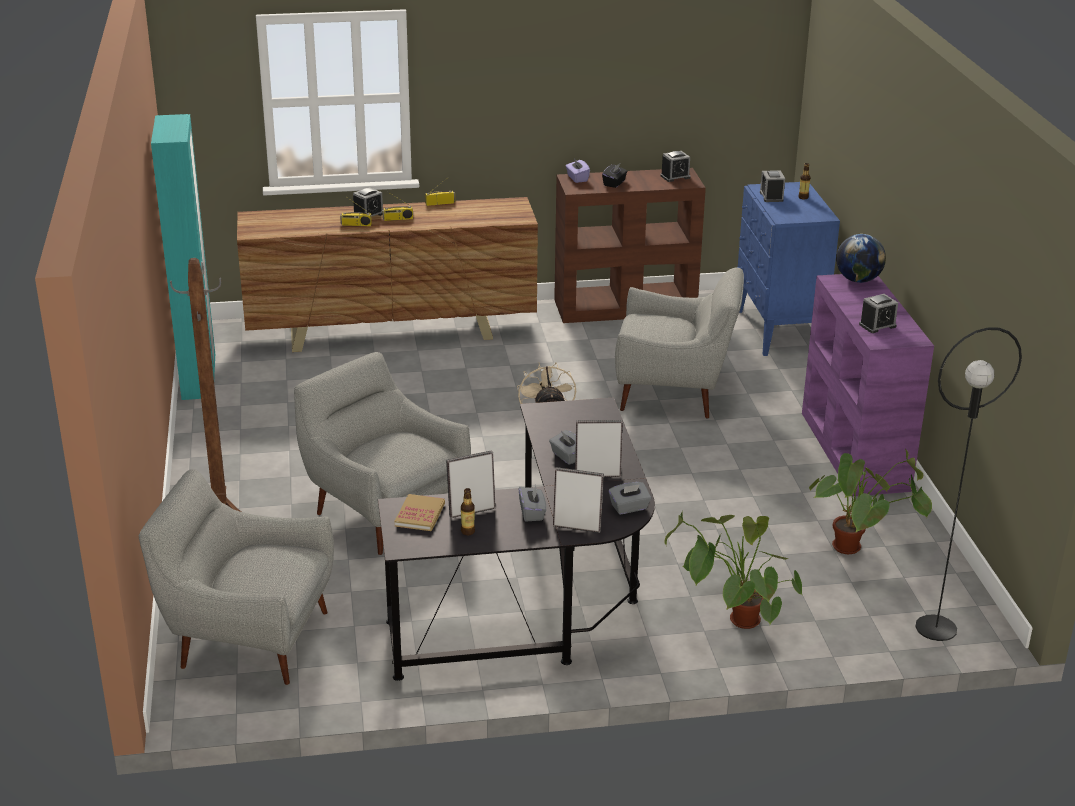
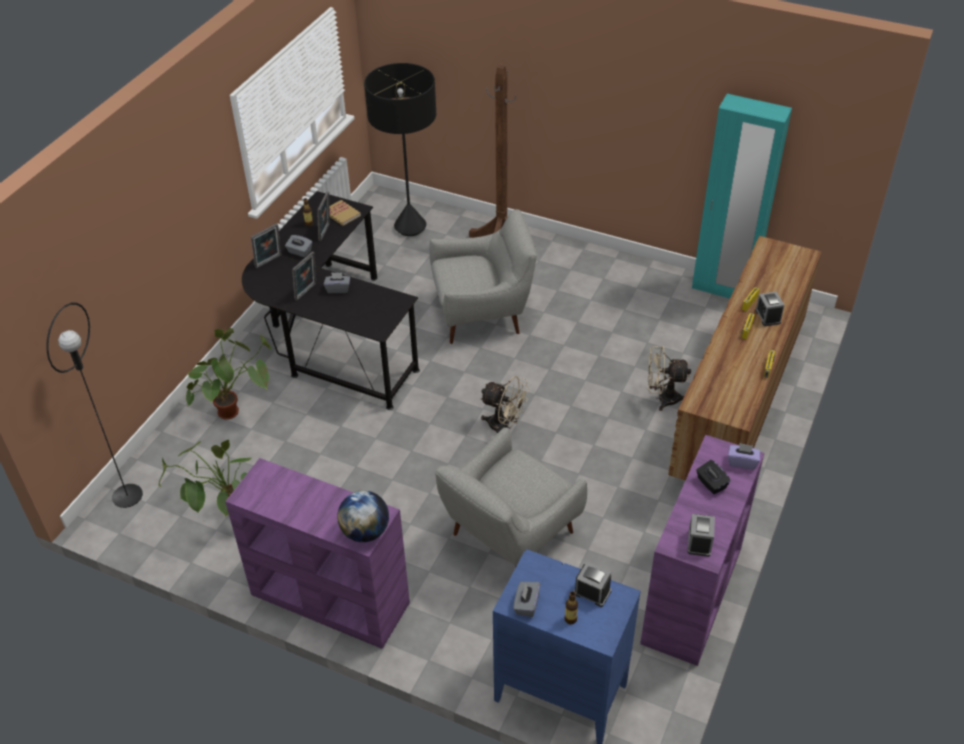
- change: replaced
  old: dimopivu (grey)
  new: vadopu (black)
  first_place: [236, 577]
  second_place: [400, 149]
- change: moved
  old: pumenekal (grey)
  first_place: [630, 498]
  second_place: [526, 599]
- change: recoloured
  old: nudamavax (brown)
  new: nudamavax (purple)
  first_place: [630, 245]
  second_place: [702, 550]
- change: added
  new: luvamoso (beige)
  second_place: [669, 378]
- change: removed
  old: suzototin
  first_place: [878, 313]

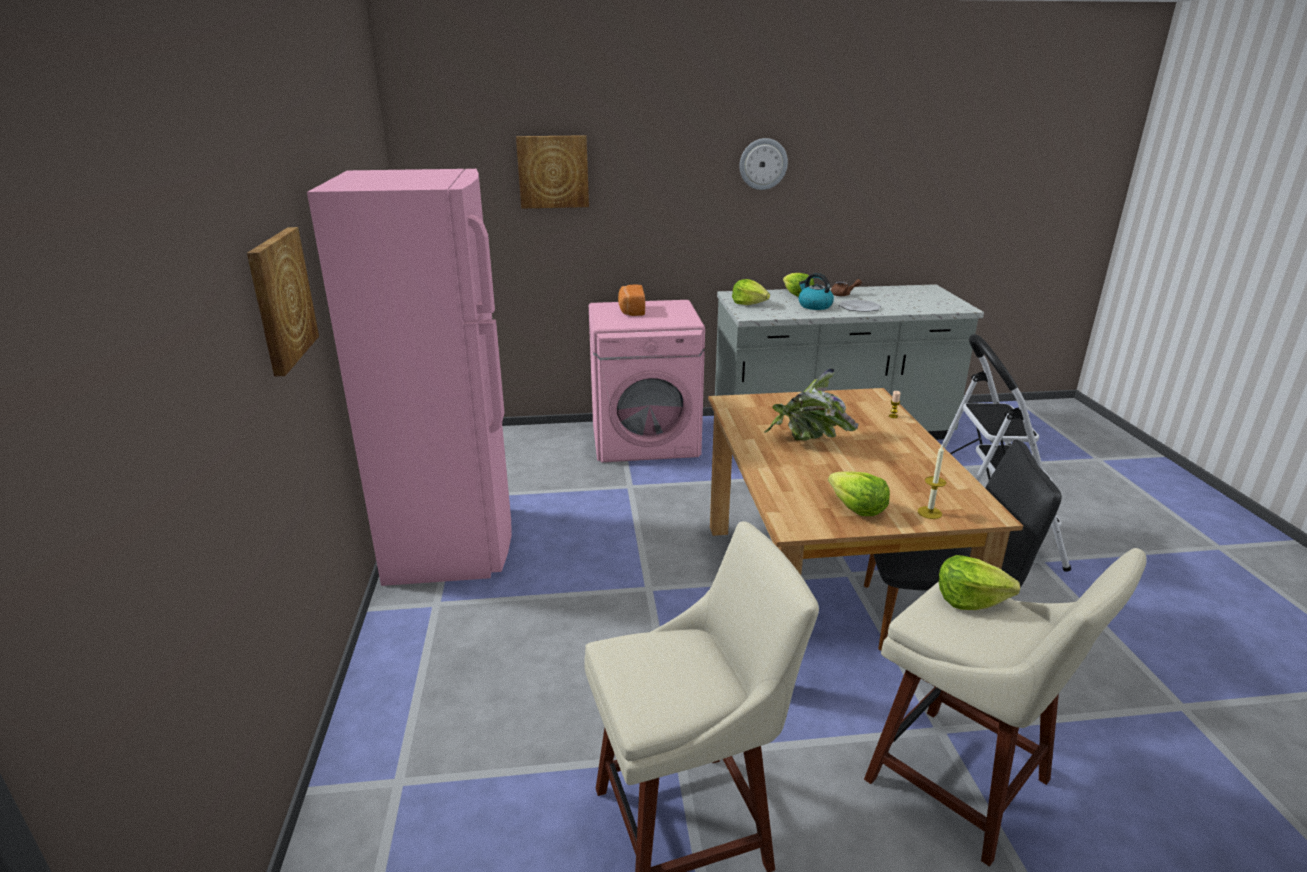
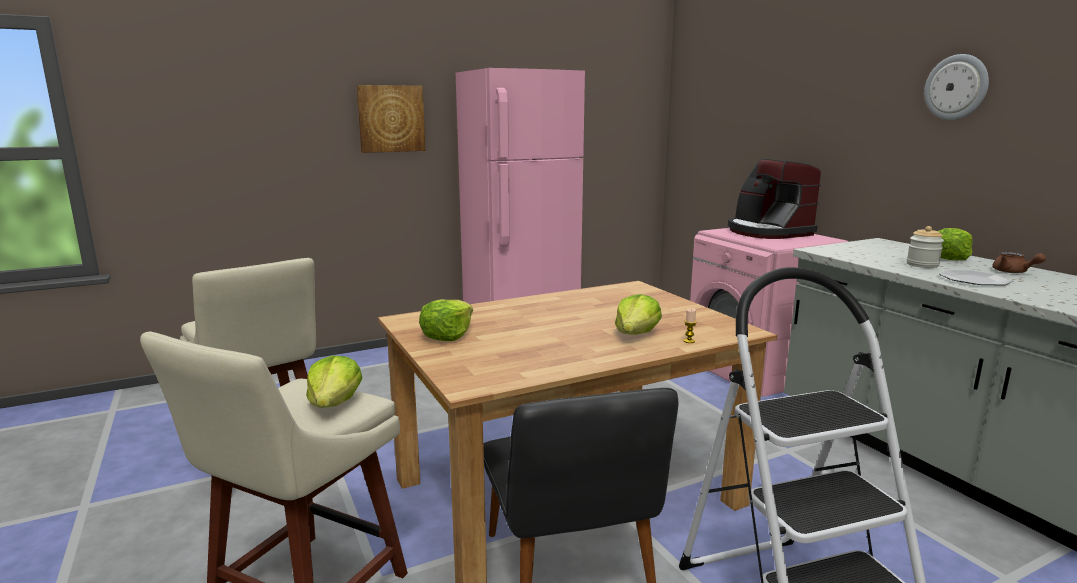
- change: moved
  old: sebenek
  first_place: [751, 292]
  second_place: [638, 314]
- change: replaced
  old: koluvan
  new: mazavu
  first_place: [631, 300]
  second_place: [774, 199]
- change: replaced
  old: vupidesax
  new: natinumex
  first_place: [816, 291]
  second_place: [925, 247]
- change: removed
  old: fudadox
  first_place: [552, 172]
- change: removed
  old: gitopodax
  first_place: [811, 404]
- change: removed
  old: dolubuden
  first_place: [932, 482]

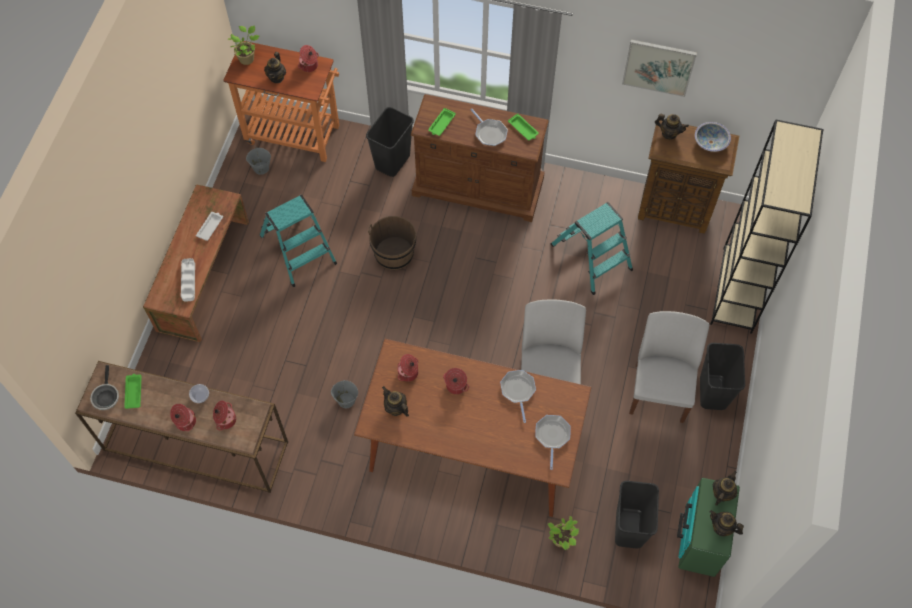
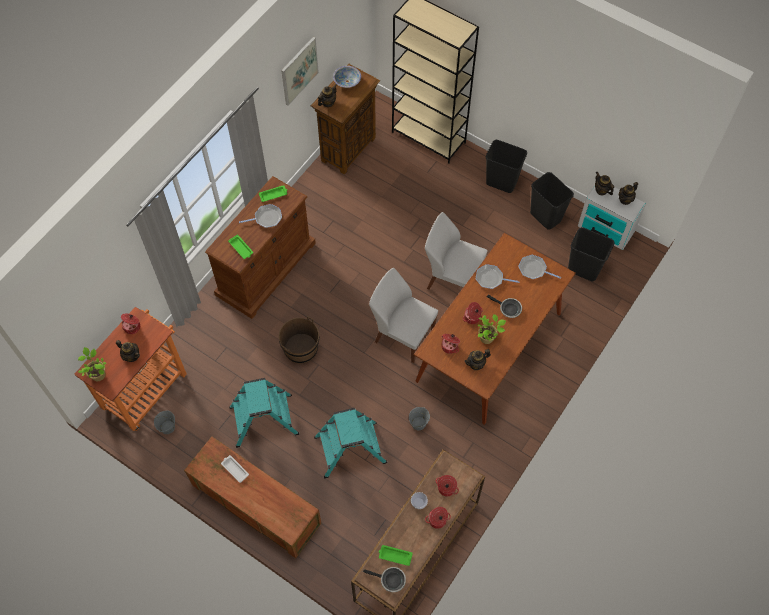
- change: moved
  old: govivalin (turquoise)
  first_place: [591, 248]
  second_place: [350, 443]
- change: moved
  old: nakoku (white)
  first_place: [669, 367]
  second_place: [403, 315]
- change: moved
  old: gitopodax
  first_place: [563, 533]
  second_place: [491, 329]
- change: added
  new: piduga
  second_place: [504, 306]
- change: moved
  old: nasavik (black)
  first_place: [390, 142]
  second_place: [552, 201]
- change: recoloured
  old: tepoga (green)
  new: tepoga (white)
  first_place: [708, 527]
  second_place: [612, 217]
- change: removed
  old: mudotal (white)
  first_place: [188, 280]

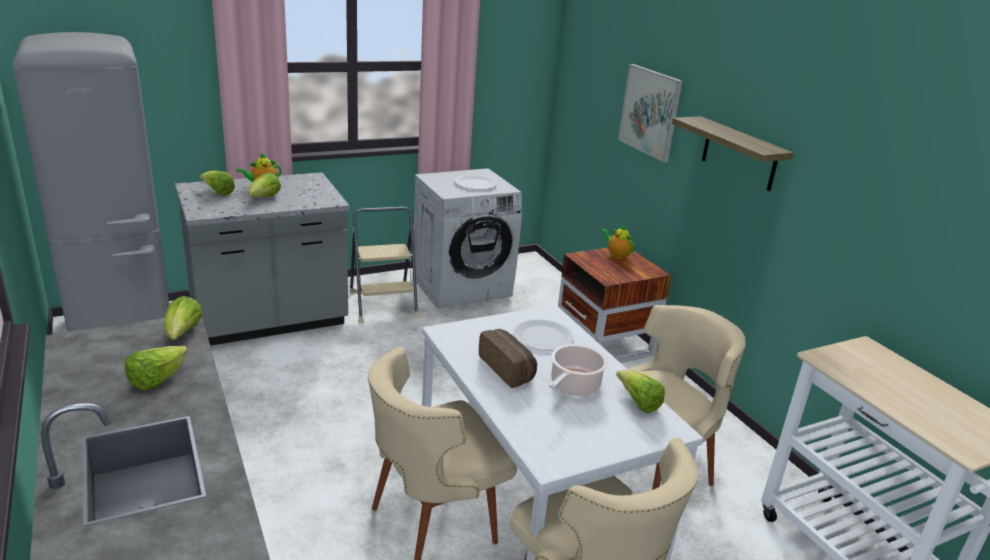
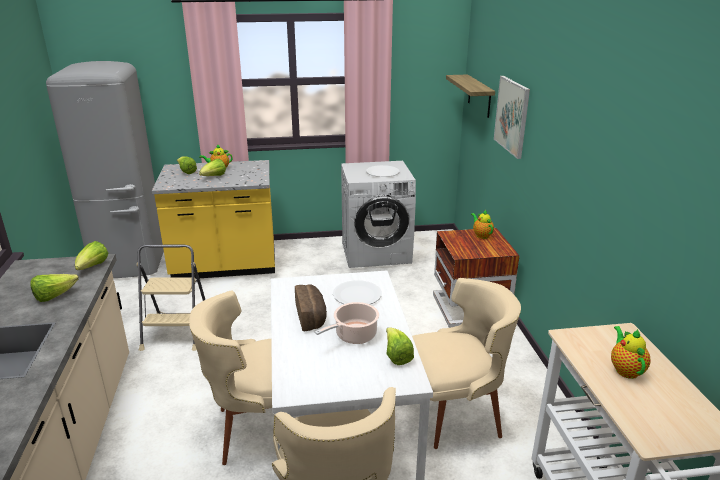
- change: moved
  old: govivalin (beige)
  first_place: [385, 265]
  second_place: [171, 298]
- change: recoloured
  old: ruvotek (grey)
  new: ruvotek (yellow)
  first_place: [262, 259]
  second_place: [213, 219]
- change: moved
  old: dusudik
  first_place: [733, 153]
  second_place: [470, 96]
- change: added
  new: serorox
  second_place: [630, 352]

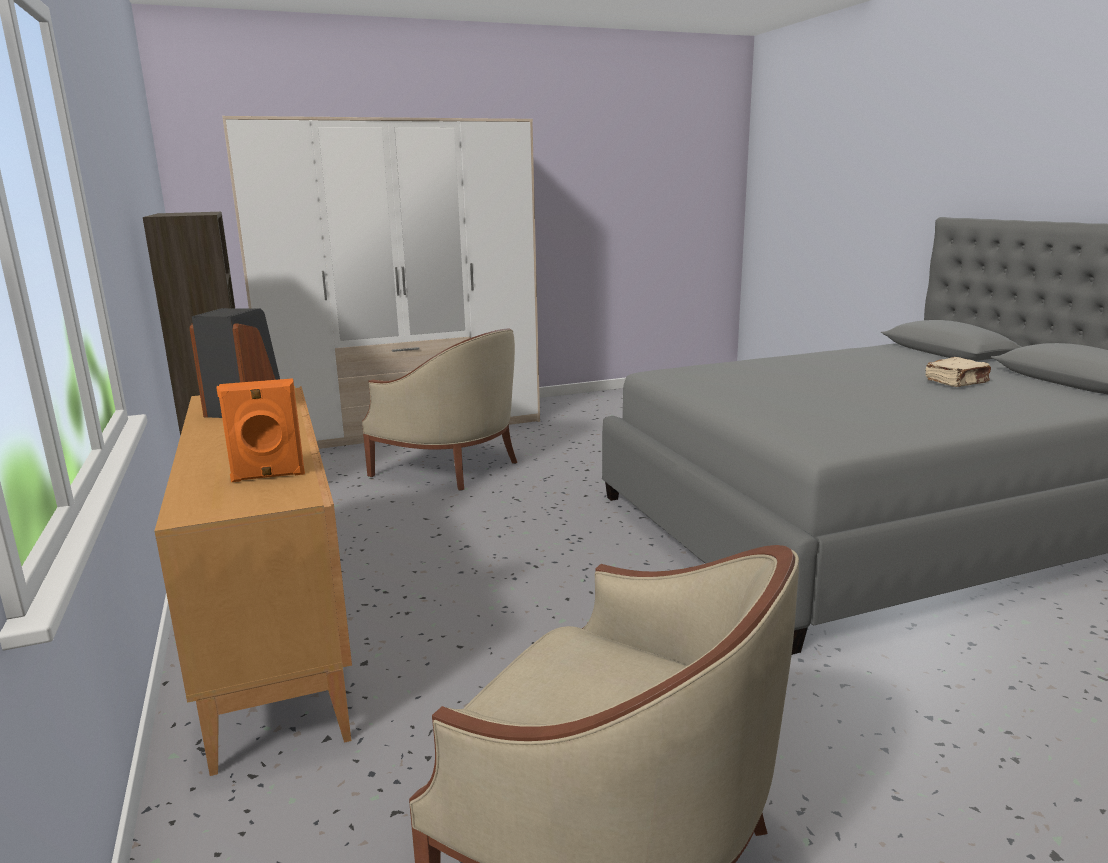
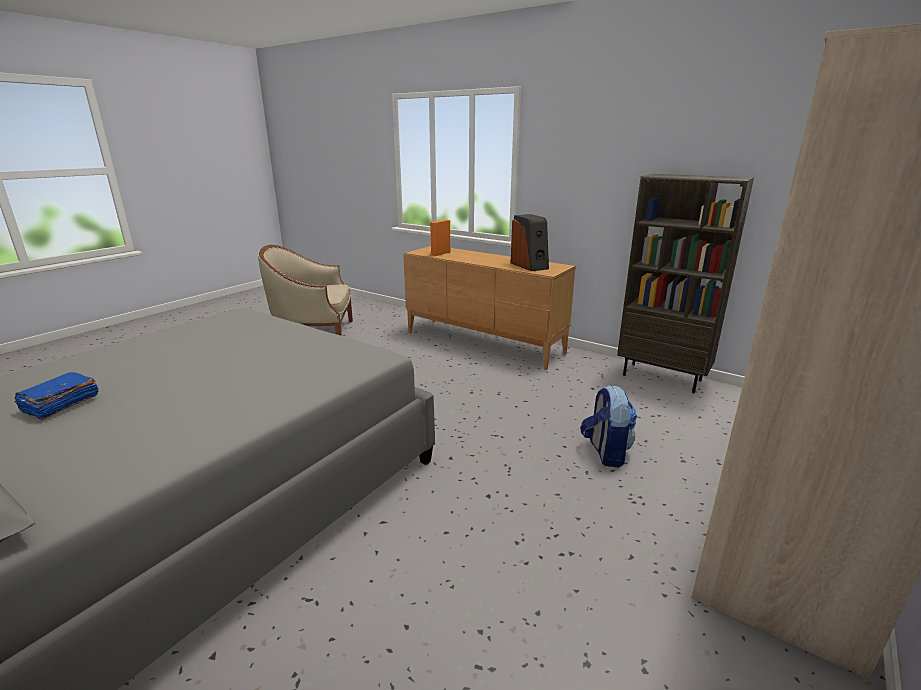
- change: recoloured
  old: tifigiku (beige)
  new: tifigiku (blue)
  first_place: [958, 372]
  second_place: [57, 396]
- change: replaced
  old: dimopivu (beige)
  new: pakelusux
  first_place: [439, 410]
  second_place: [608, 426]

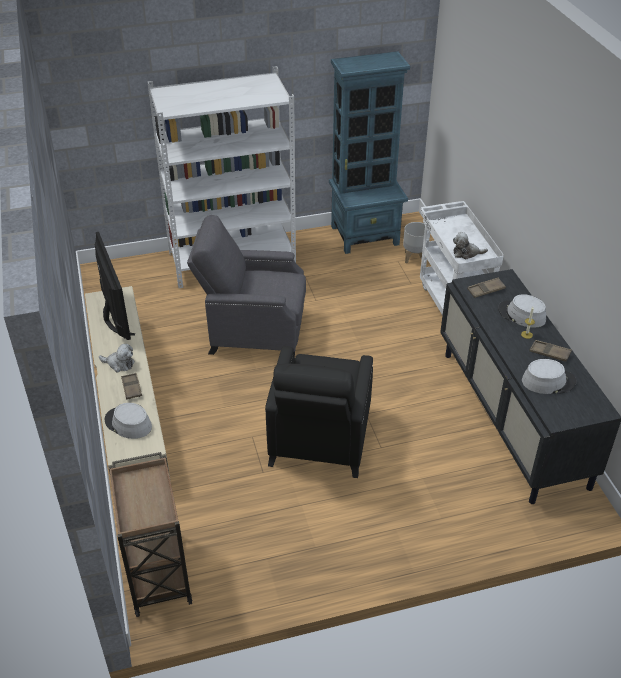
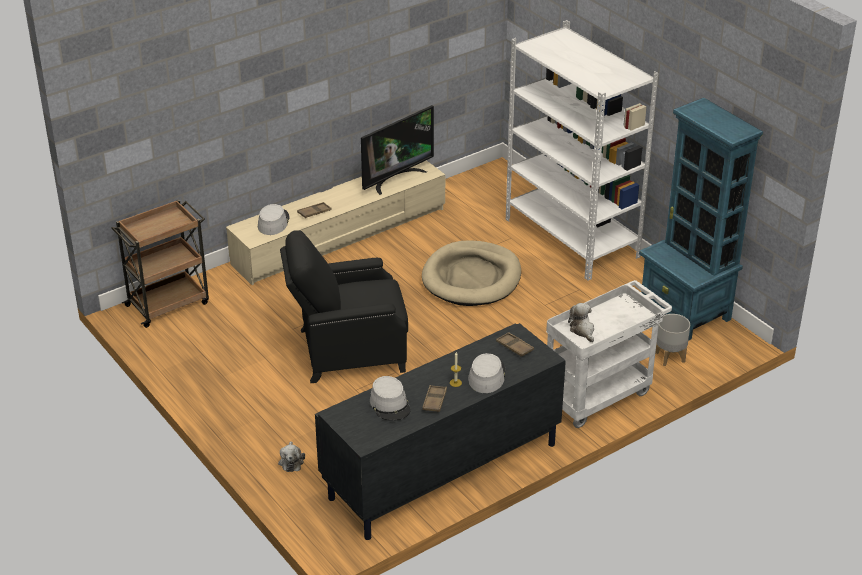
- change: moved
  old: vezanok
  first_place: [117, 357]
  second_place: [291, 456]
- change: replaced
  old: dimopivu (grey)
  new: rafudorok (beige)
  first_place: [246, 286]
  second_place: [471, 273]

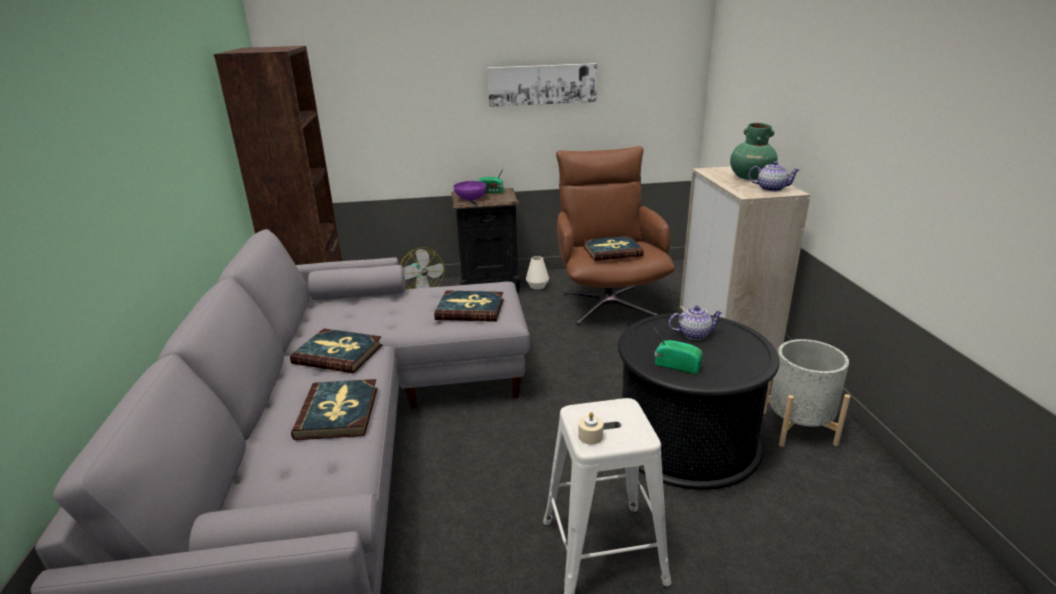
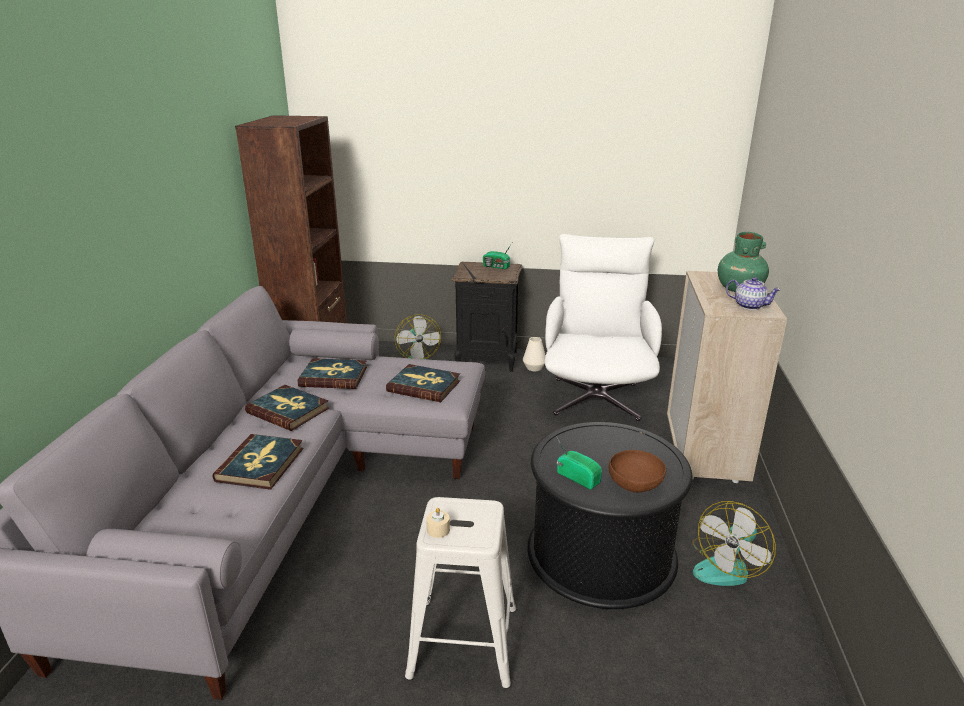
- change: moved
  old: tifigiku
  first_place: [613, 248]
  second_place: [332, 373]
- change: recoloured
  old: dimopivu (brown)
  new: dimopivu (white)
  first_place: [615, 235]
  second_place: [603, 327]
- change: added
  new: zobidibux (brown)
  second_place: [637, 471]
- change: replaced
  old: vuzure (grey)
  new: luvamoso
  first_place: [807, 393]
  second_place: [734, 543]
- change: removed
  old: zobidibux (purple)
  first_place: [469, 190]
- change: removed
  old: fudadox
  first_place: [542, 85]
- change: removed
  old: serorox
  first_place: [696, 323]

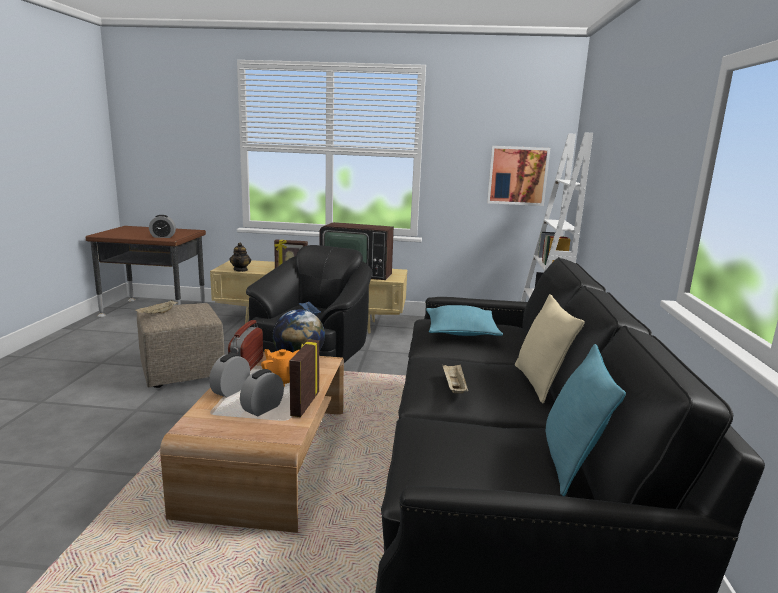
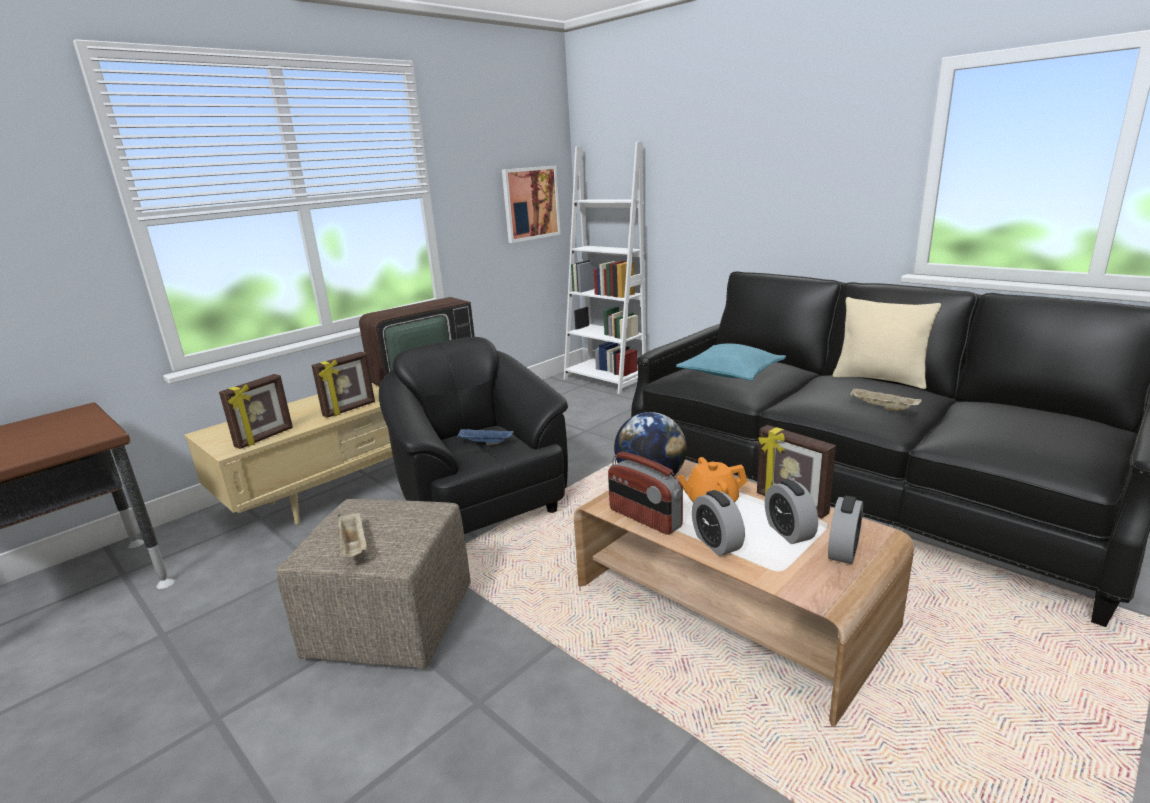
- change: replaced
  old: serorox
  new: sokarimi
  first_place: [240, 257]
  second_place: [256, 411]
- change: moved
  old: suzototin
  first_place: [162, 226]
  second_place: [845, 530]
- change: removed
  old: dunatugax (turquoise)
  first_place: [585, 420]

